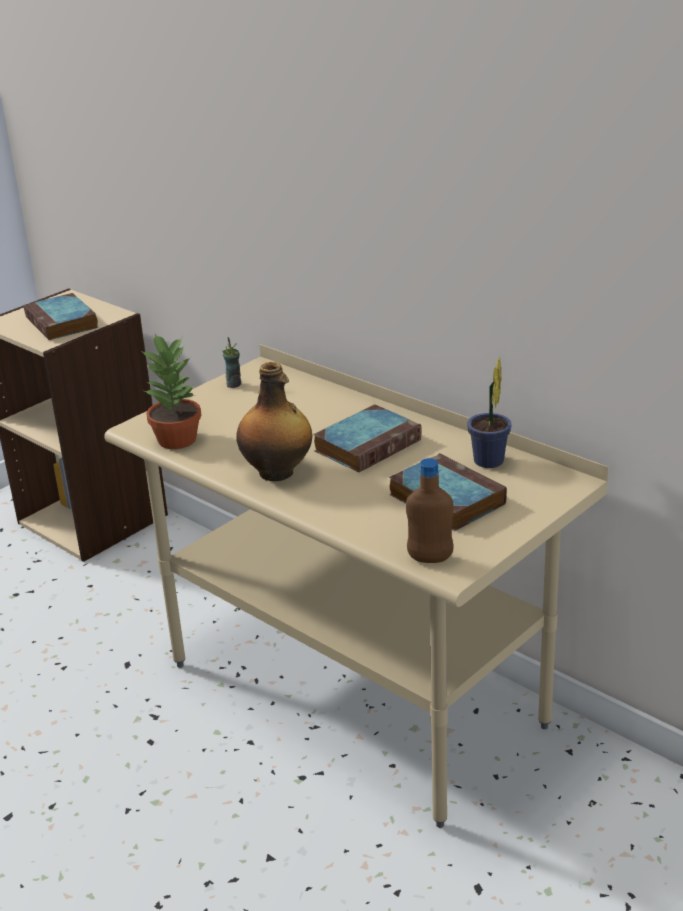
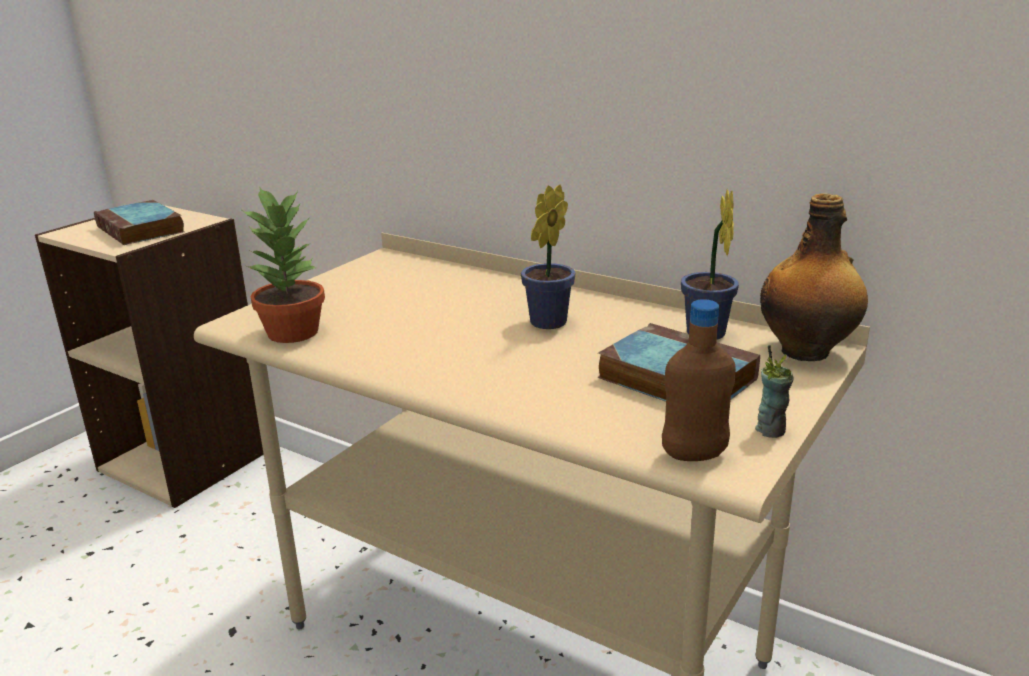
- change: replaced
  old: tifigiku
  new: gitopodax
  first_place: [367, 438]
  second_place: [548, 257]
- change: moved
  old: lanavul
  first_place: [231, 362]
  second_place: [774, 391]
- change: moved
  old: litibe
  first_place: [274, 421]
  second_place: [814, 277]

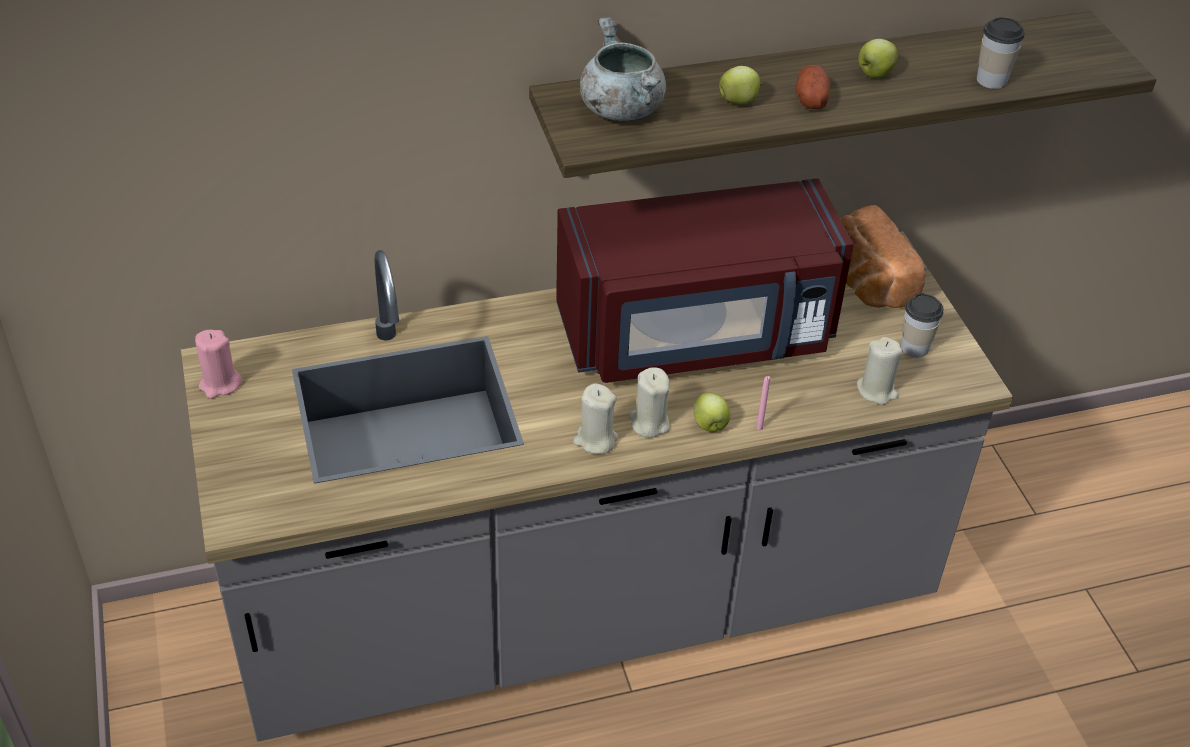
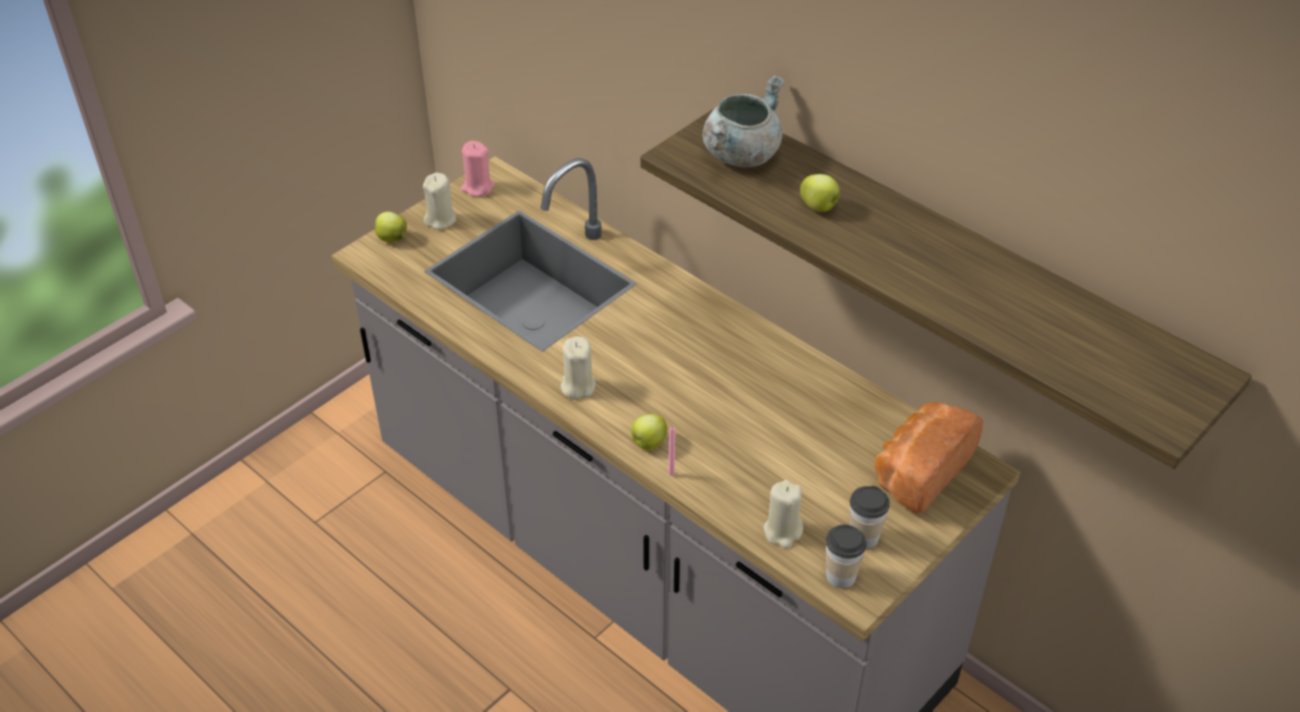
- change: moved
  old: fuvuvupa
  first_place: [878, 58]
  second_place: [391, 227]
- change: moved
  old: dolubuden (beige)
  first_place: [649, 402]
  second_place: [439, 201]
- change: moved
  old: lanavul
  first_place: [1001, 53]
  second_place: [846, 556]
- change: removed
  old: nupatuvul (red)
  first_place: [705, 280]
- change: removed
  old: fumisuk
  first_place: [812, 87]

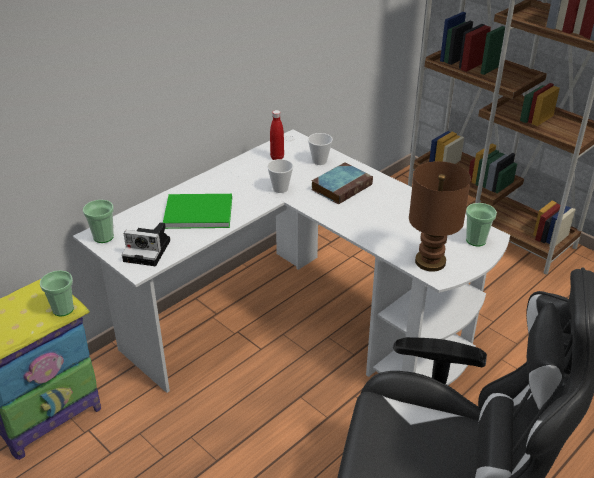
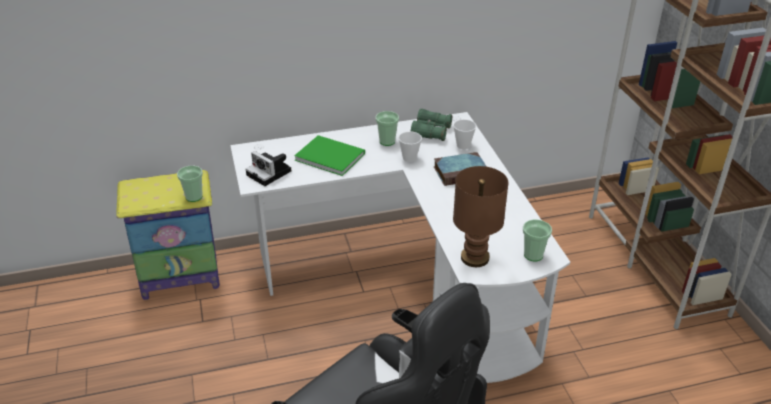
- change: moved
  old: lanavul
  first_place: [98, 221]
  second_place: [387, 128]
- change: replaced
  old: litibe (red)
  new: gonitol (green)
  first_place: [277, 135]
  second_place: [431, 125]

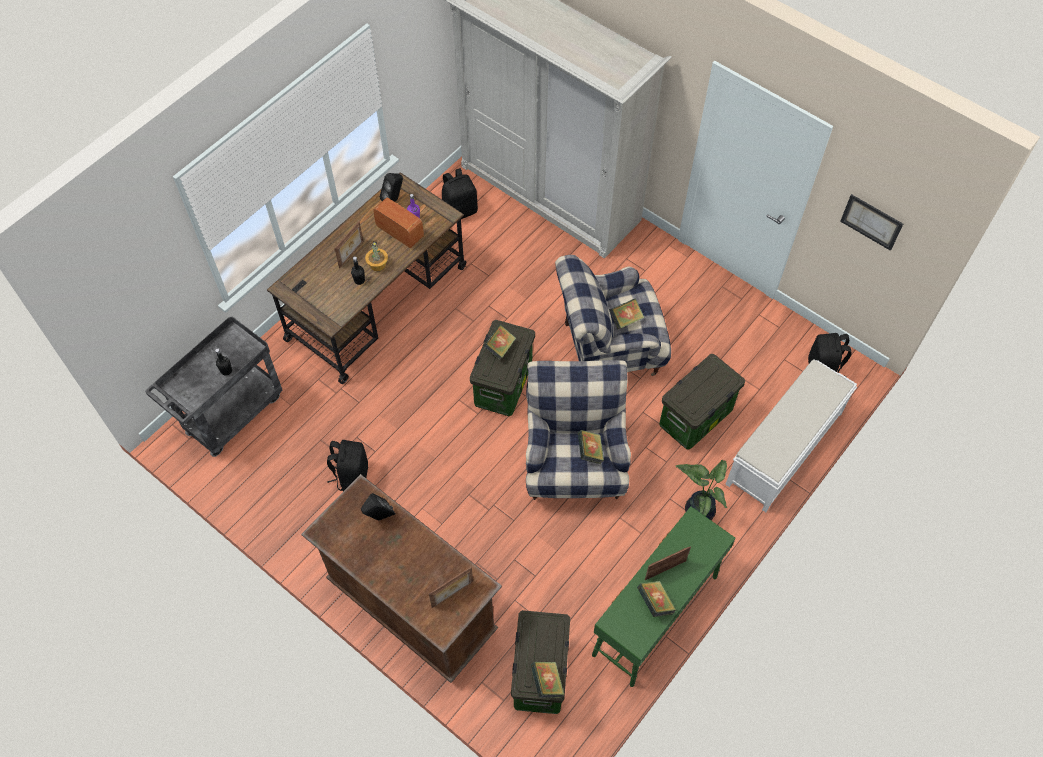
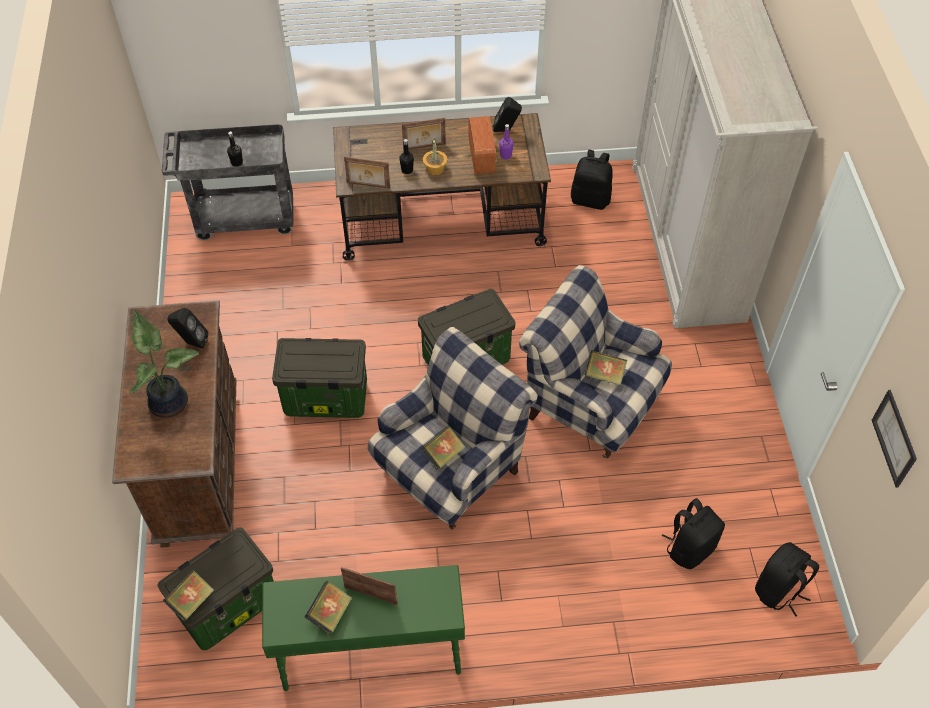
- change: moved
  old: gitopodax
  first_place: [701, 490]
  second_place: [165, 364]
- change: moved
  old: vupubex
  first_place: [702, 401]
  second_place: [319, 378]
- change: moved
  old: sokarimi
  first_place: [451, 587]
  second_place: [367, 173]
- change: moved
  old: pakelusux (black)
  first_place: [347, 465]
  second_place: [693, 533]
- change: removed
  old: tifigiku
  first_place: [499, 342]
- change: removed
  old: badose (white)
  first_place: [791, 435]

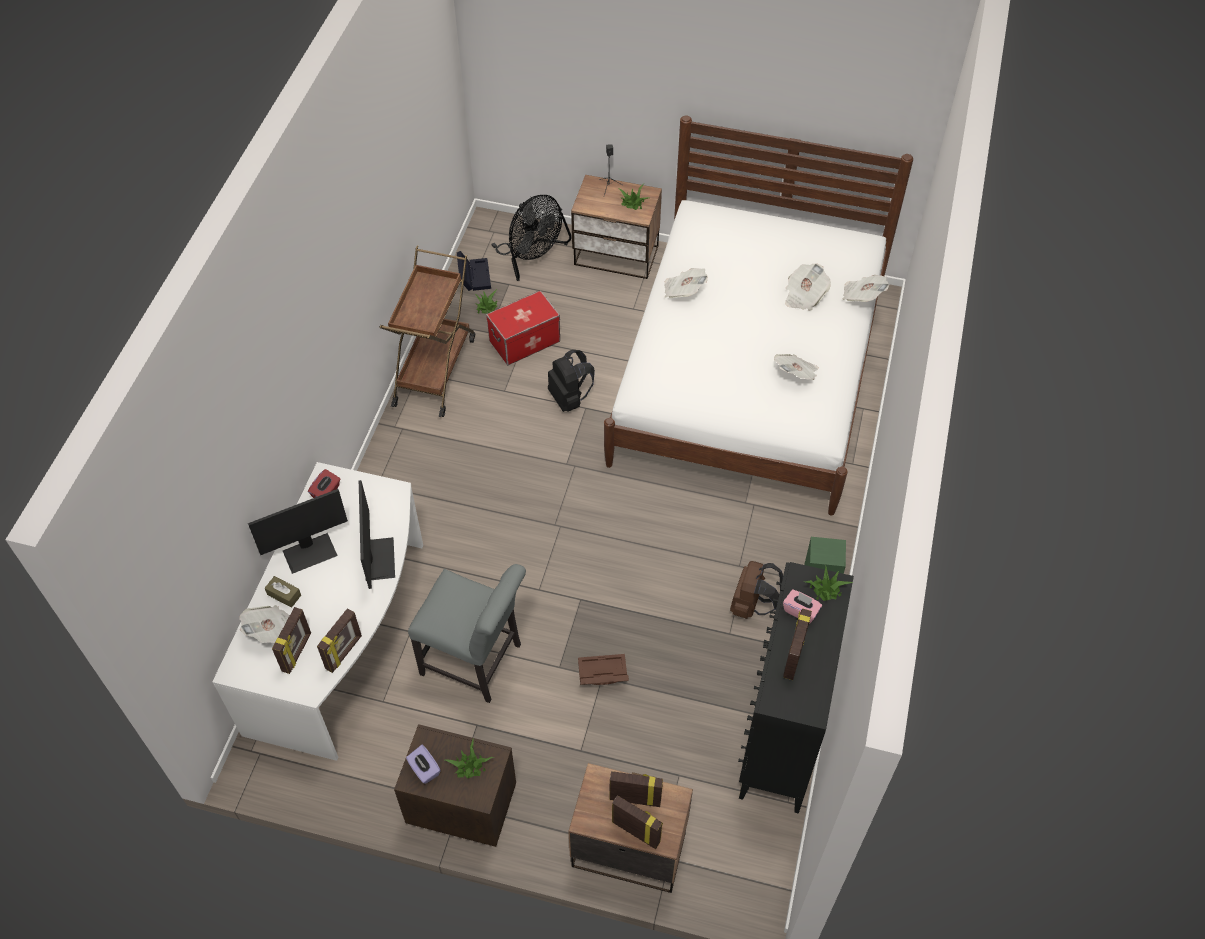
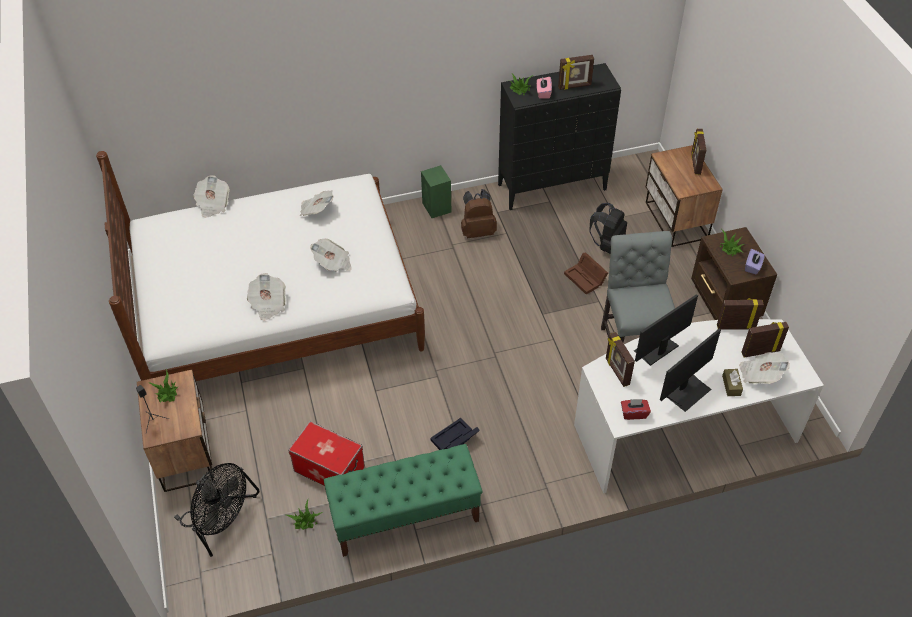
- change: turned
  old: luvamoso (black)
  first_place: [532, 238]
  second_place: [216, 510]
  degrees: 105
- change: moved
  old: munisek
  first_place: [808, 287]
  second_place: [330, 255]
- change: replaced
  old: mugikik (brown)
  new: badose (green)
  first_place: [427, 331]
  second_place: [403, 500]
- change: moved
  old: vupubex (black)
  first_place: [474, 271]
  second_place: [455, 434]
- change: moved
  old: pakelusux (black)
  first_place: [571, 381]
  second_place: [608, 228]
- change: moved
  old: sokarimi
  first_place: [636, 789]
  second_place: [620, 359]
- change: turned
  old: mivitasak
  first_place: [298, 531]
  second_place: [690, 370]
  degrees: 105

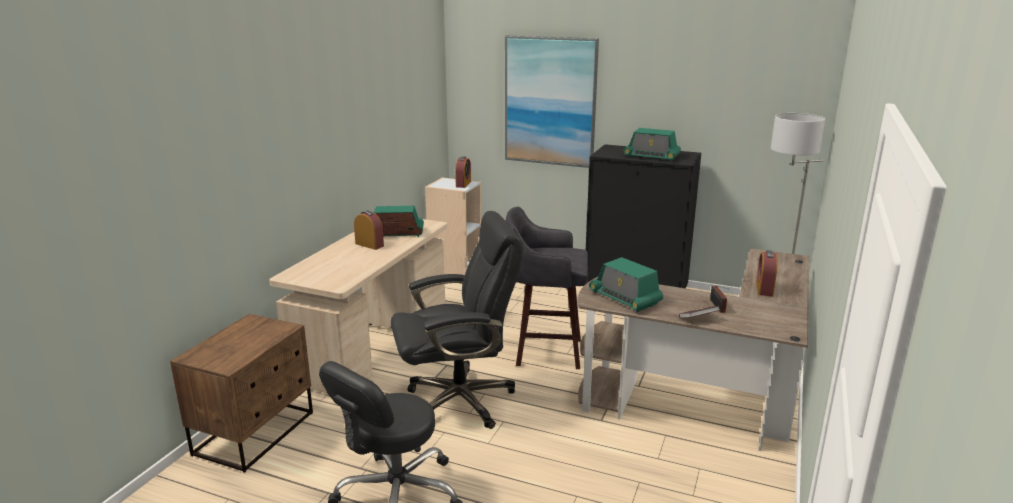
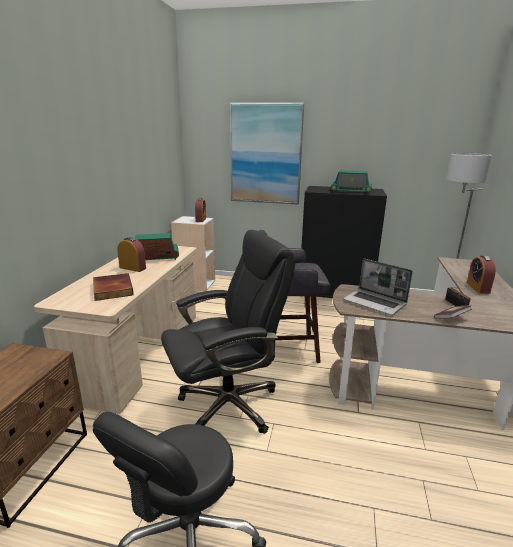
- change: added
  new: tifigiku
  second_place: [113, 287]
- change: replaced
  old: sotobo
  new: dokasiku
  first_place: [626, 284]
  second_place: [378, 286]

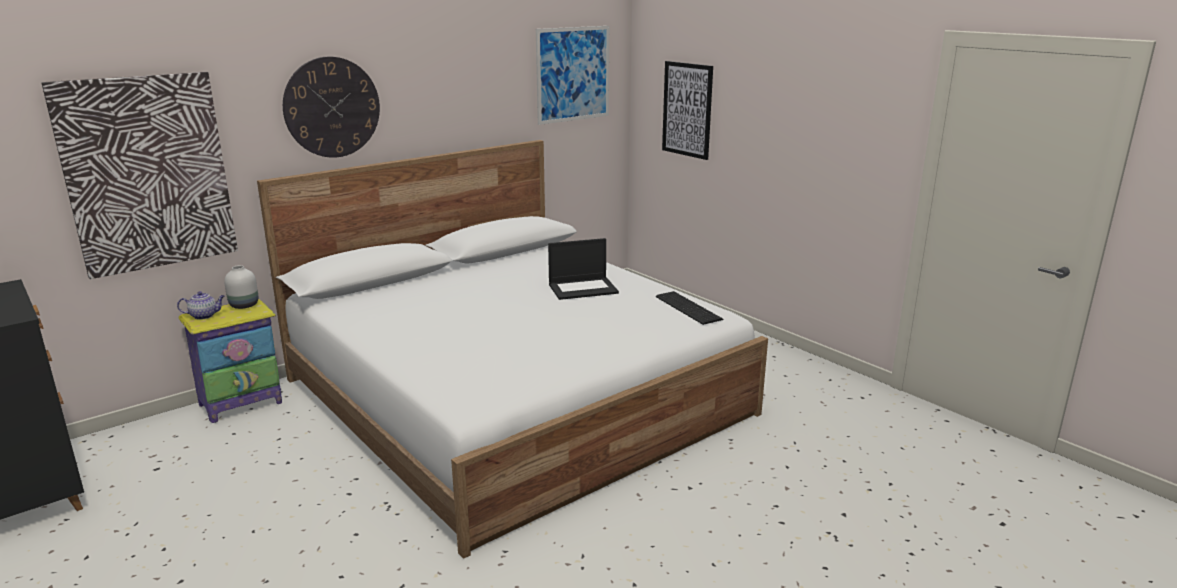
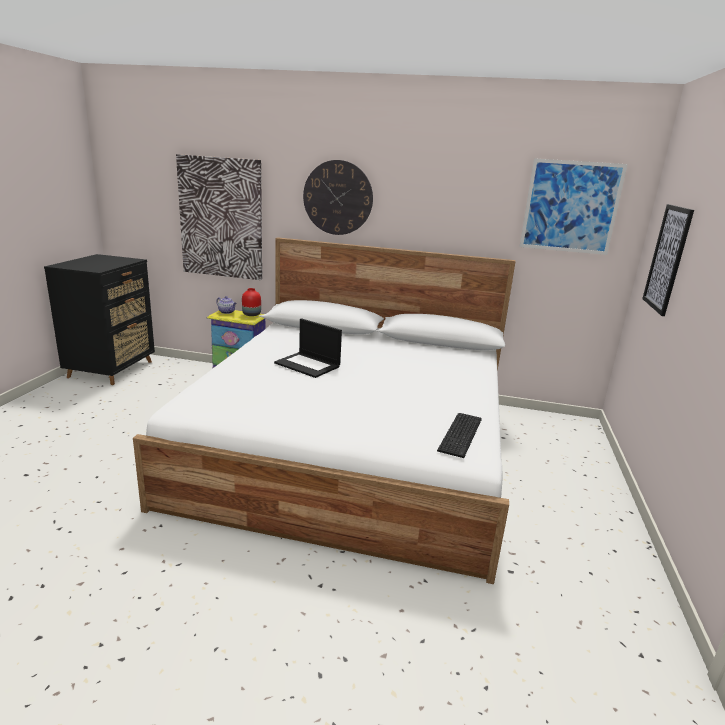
- change: recoloured
  old: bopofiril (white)
  new: bopofiril (red)
  first_place: [241, 287]
  second_place: [251, 302]
- change: moved
  old: dokasiku
  first_place: [583, 269]
  second_place: [308, 348]

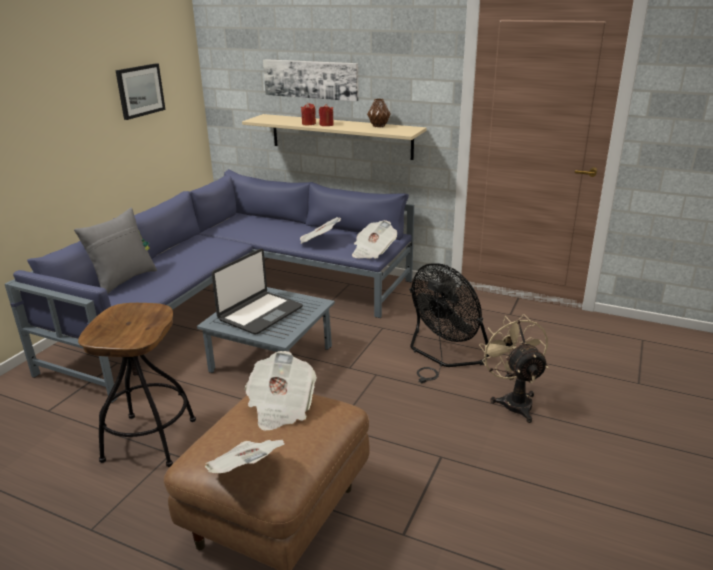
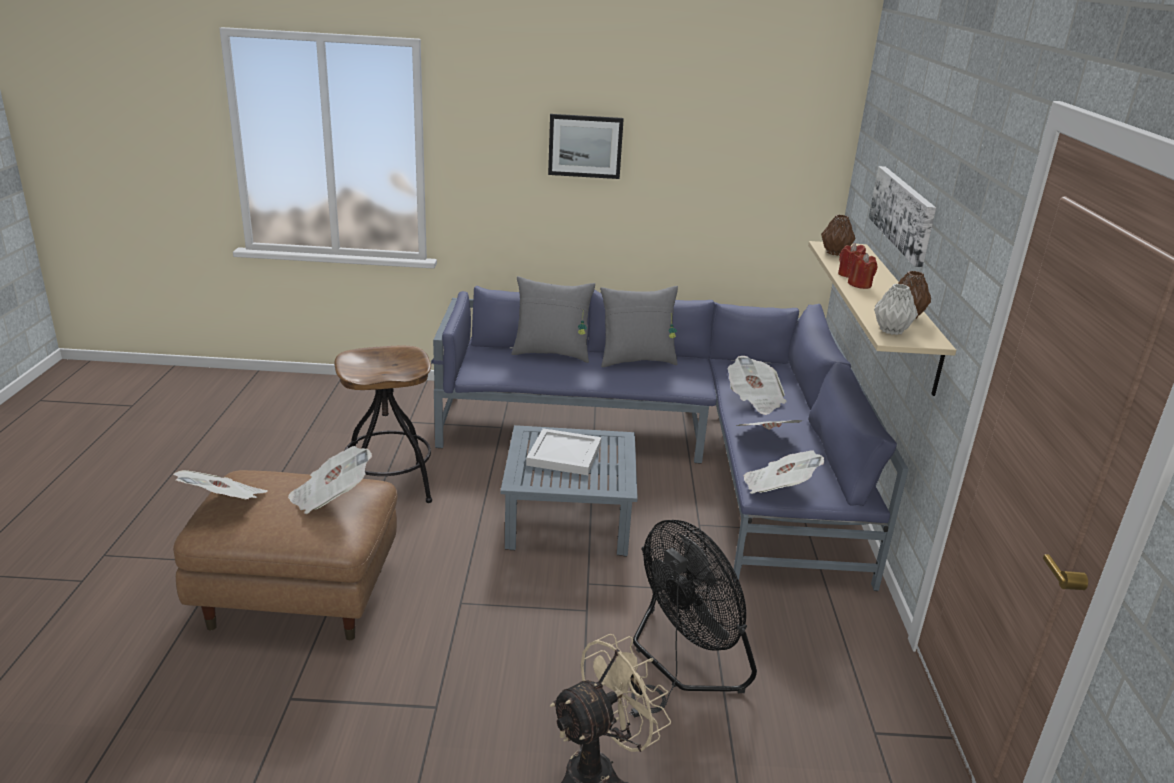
- change: replaced
  old: dokasiku
  new: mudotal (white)
  first_place: [257, 291]
  second_place: [564, 451]
- change: moved
  old: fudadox
  first_place: [140, 91]
  second_place: [586, 146]
- change: added
  new: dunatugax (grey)
  second_place: [639, 326]
- change: turned
  old: luvamoso (black)
  first_place: [449, 323]
  second_place: [693, 619]
  degrees: -60
- change: added
  new: munisek
  second_place: [757, 385]
- change: added
  new: bopofiril (brown)
  second_place: [838, 235]
- change: added
  new: bopofiril (grey)
  second_place: [896, 309]

